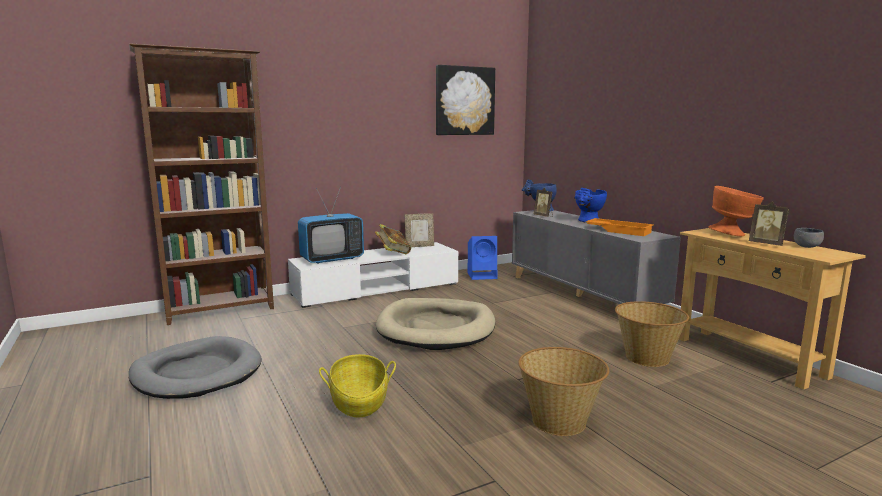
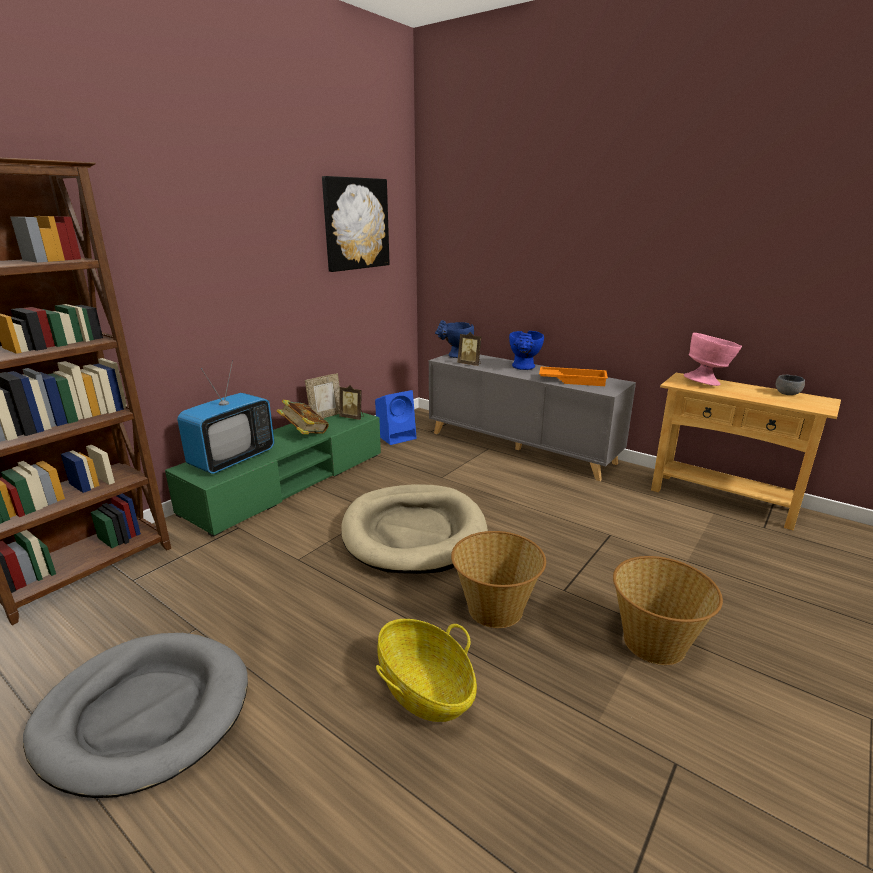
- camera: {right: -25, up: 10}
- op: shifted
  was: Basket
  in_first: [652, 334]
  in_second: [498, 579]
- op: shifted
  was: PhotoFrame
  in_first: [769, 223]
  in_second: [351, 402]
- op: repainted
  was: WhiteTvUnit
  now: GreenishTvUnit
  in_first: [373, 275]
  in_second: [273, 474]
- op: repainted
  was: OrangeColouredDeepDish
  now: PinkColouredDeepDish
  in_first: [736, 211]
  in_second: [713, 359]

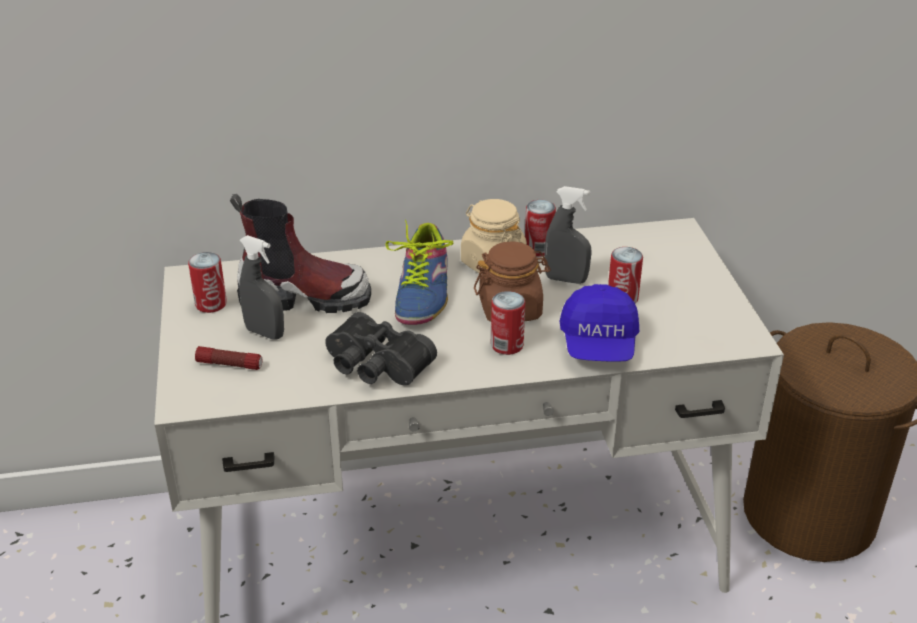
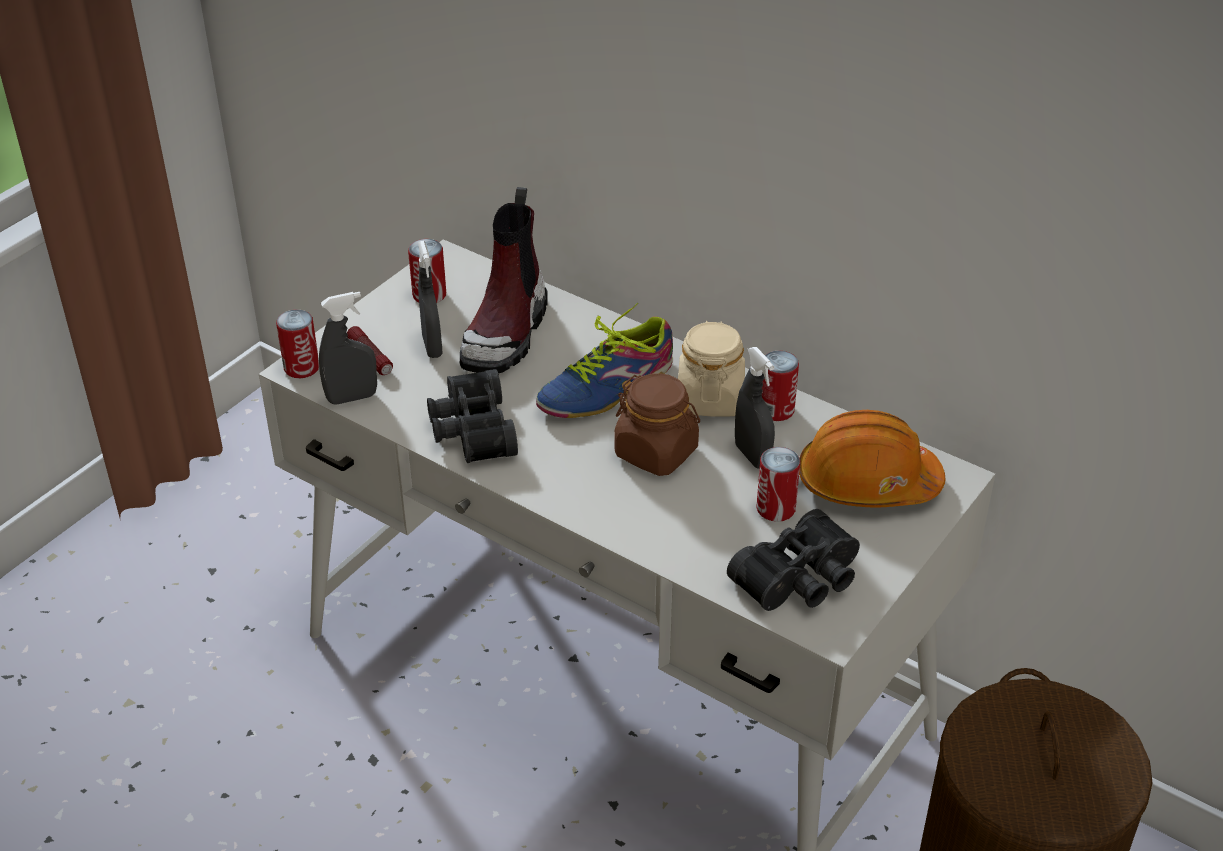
- camera: {right: 45, up: 5}
- op: gone
  was: BlueBaseballCap
  in_first: [599, 323]
- op: new
  now: GrayHandSprayer
  in_second: [348, 348]
- op: new
  now: BlackBinoculars
  in_second: [793, 560]
- op: new
  now: OrangeColouredSafetyHelmet
  in_second: [872, 459]
- op: shifted
  was: Can
  in_first: [508, 323]
  in_second: [297, 344]
- op: rotated
  was: Boot
  in_first: [300, 253]
  in_second: [503, 280]
  clockwise: 60

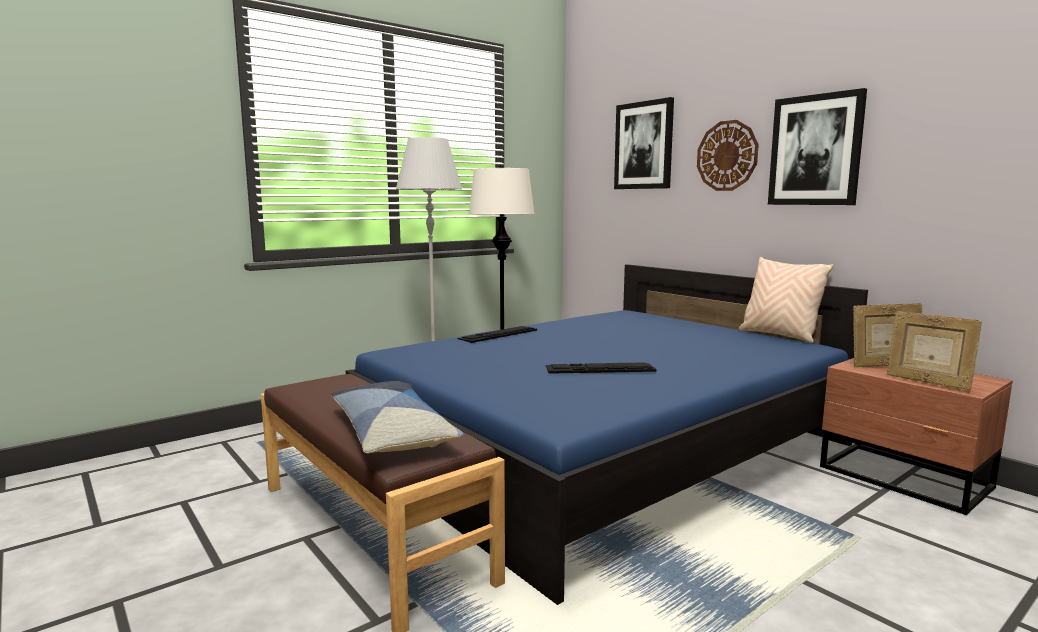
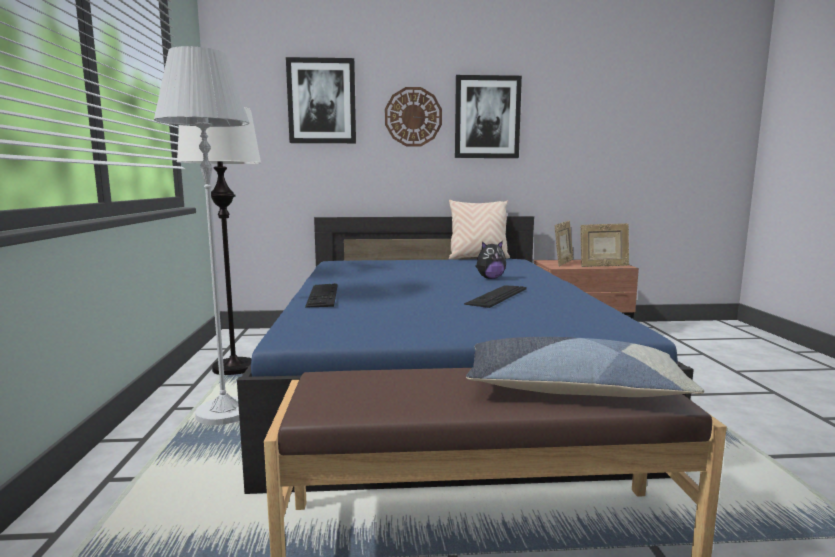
- camera: {right: -55, up: 0}
- op: new
  now: CuddlyToy
  in_second: [490, 260]

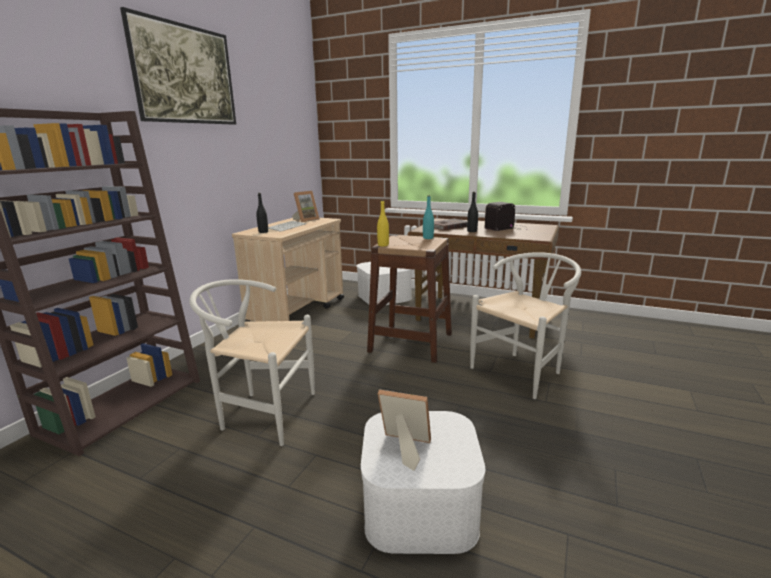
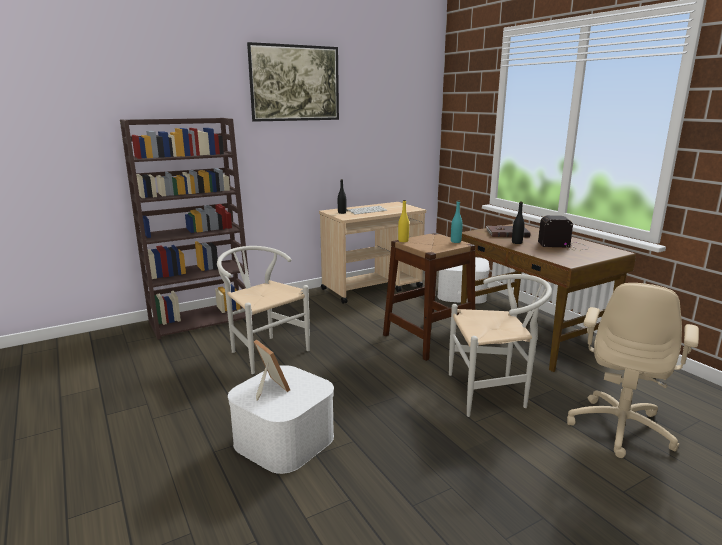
- camera: {right: 35, up: 0}
- op: gone
  was: PhotoFrame
  in_first: [306, 206]
- op: new
  now: SandColouredOfficeChair
  in_second: [633, 370]

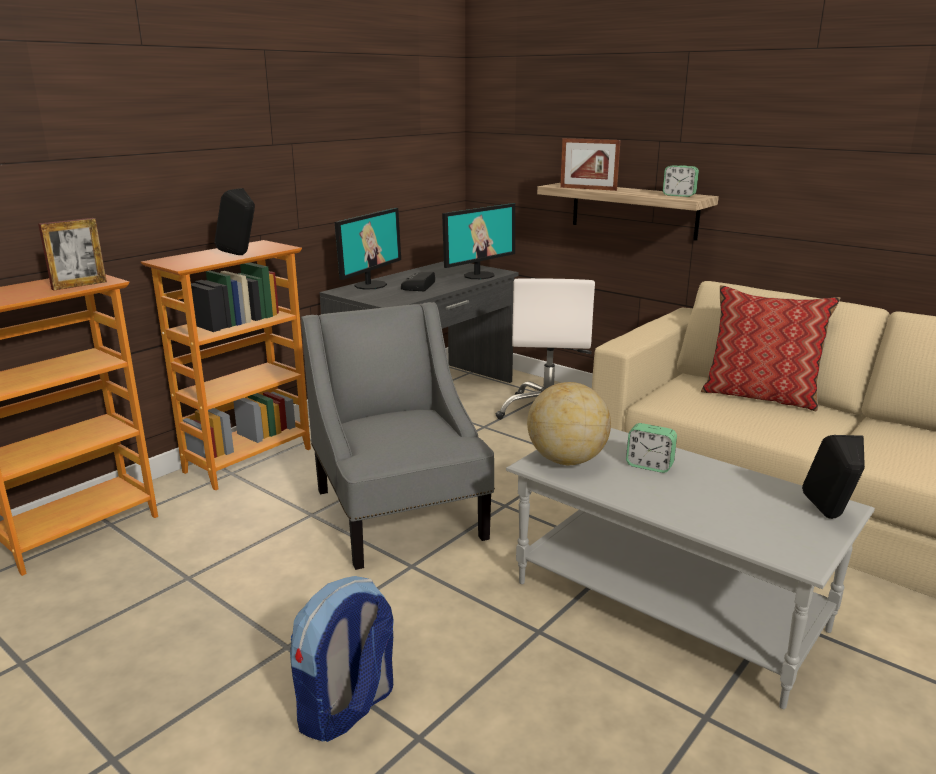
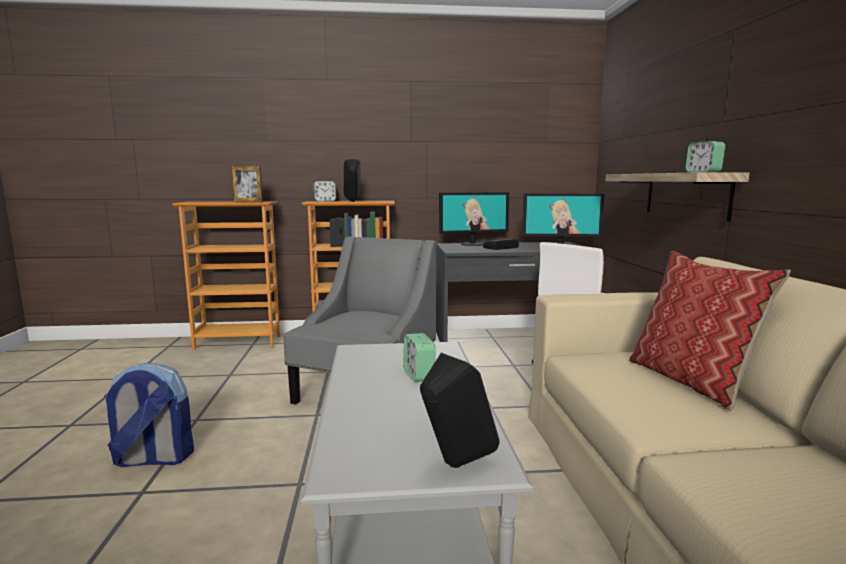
- camera: {right: 45, up: -10}
- op: gone
  was: WorldGlobe
  in_first: [569, 424]
- op: gone
  was: PhotoFrame
  in_first: [590, 164]
- op: new
  now: BedsideClock
  in_second: [324, 191]

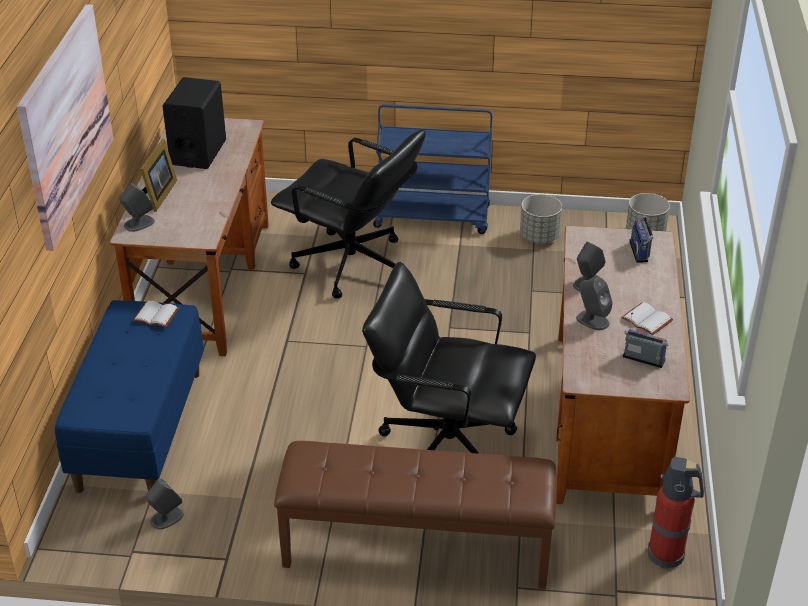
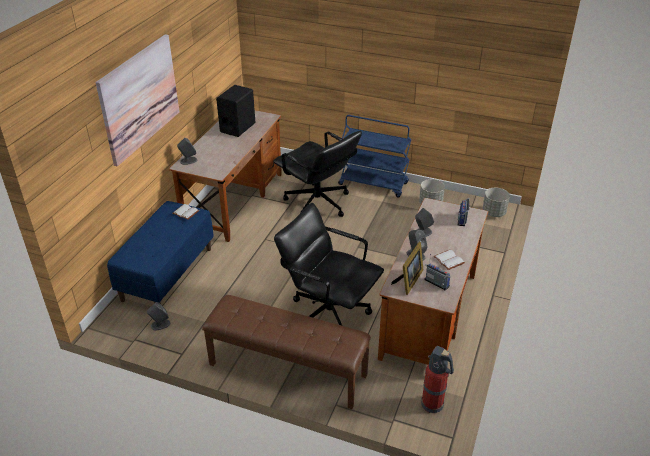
- camera: {right: 15, up: 0}
- op: shifted
  was: PhotoFrame
  in_first: [158, 175]
  in_second: [407, 268]

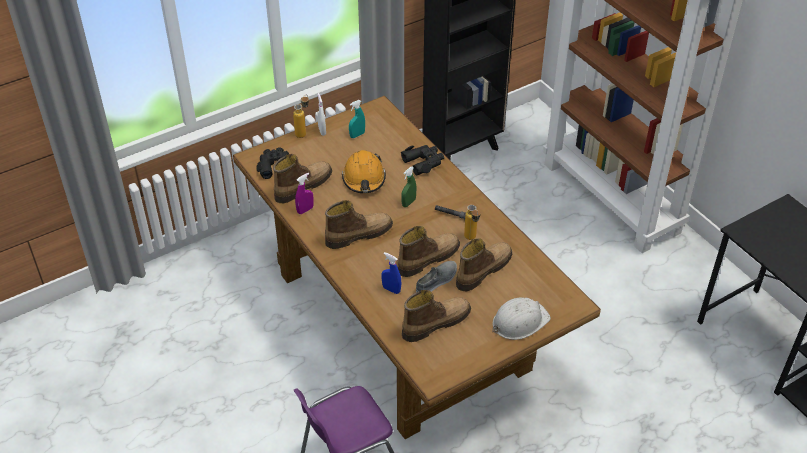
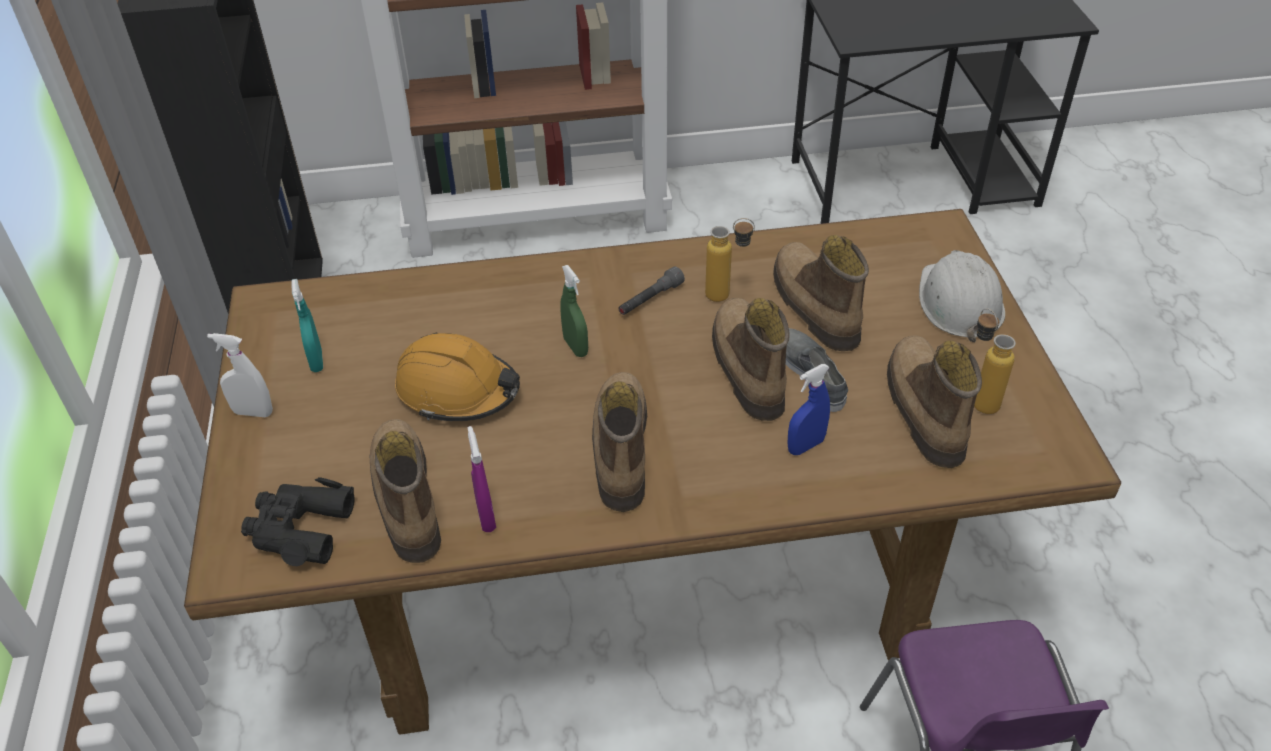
- camera: {right: -65, up: 0}
- op: gone
  was: BlackBinoculars
  in_first: [422, 160]
- op: shifted
  was: BeverageBottle
  in_first: [301, 116]
  in_second: [995, 361]

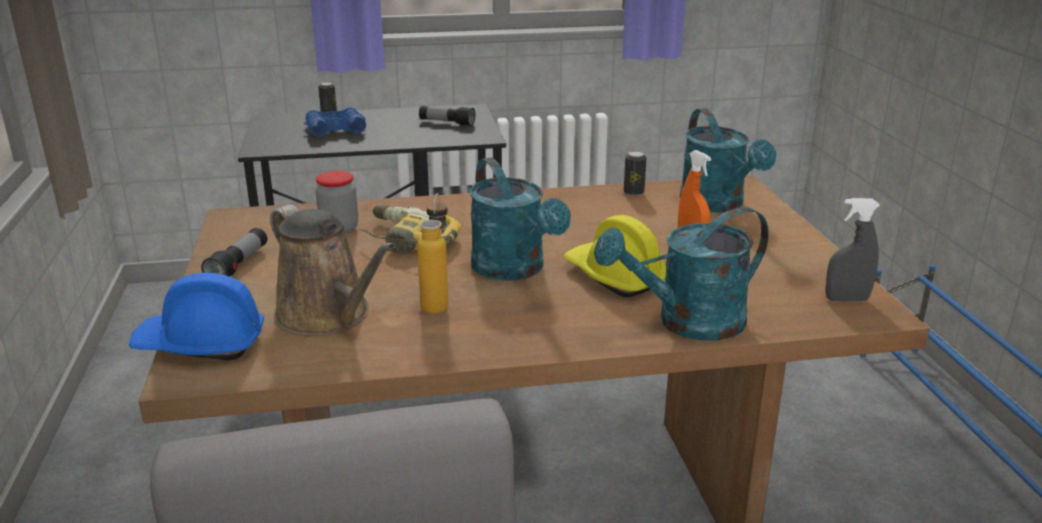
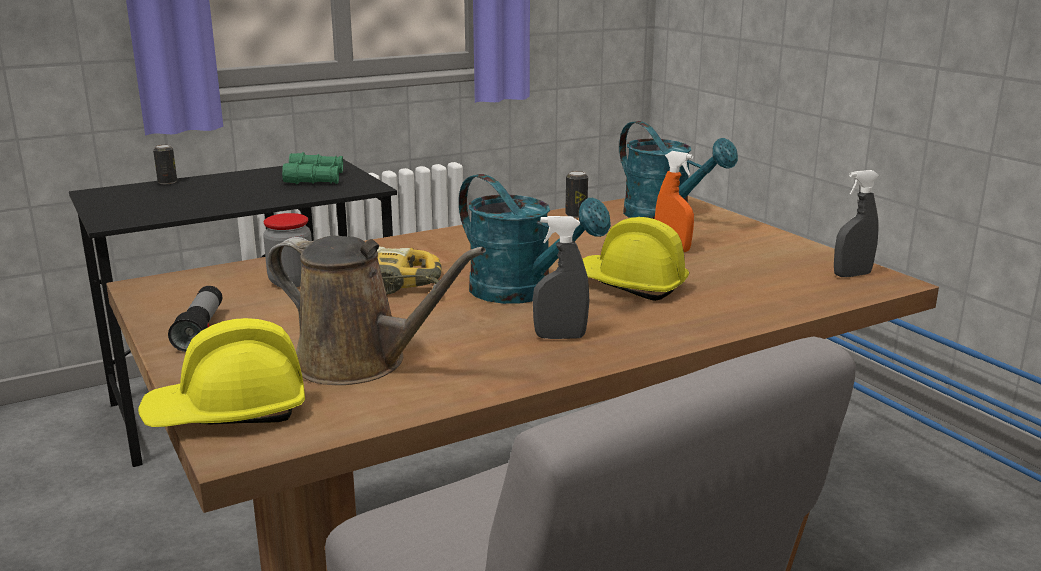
- camera: {right: -20, up: -5}
- op: gone
  was: BlueBinoculars
  in_first: [335, 122]
- op: gone
  was: BeverageBottle
  in_first: [433, 253]
- op: gone
  was: TurquoiseColouredSprinklingCan
  in_first: [681, 274]
- op: new
  now: GrayHandSprayer
  in_second: [561, 277]
- op: swapped
  was: HandTorch
  now: GreenishBinoculars
  in_first: [447, 116]
  in_second: [312, 168]
- op: repainted
  was: BlueSafetyHelmet
  now: YellowishSafetyHelmet
  in_first: [196, 316]
  in_second: [221, 372]

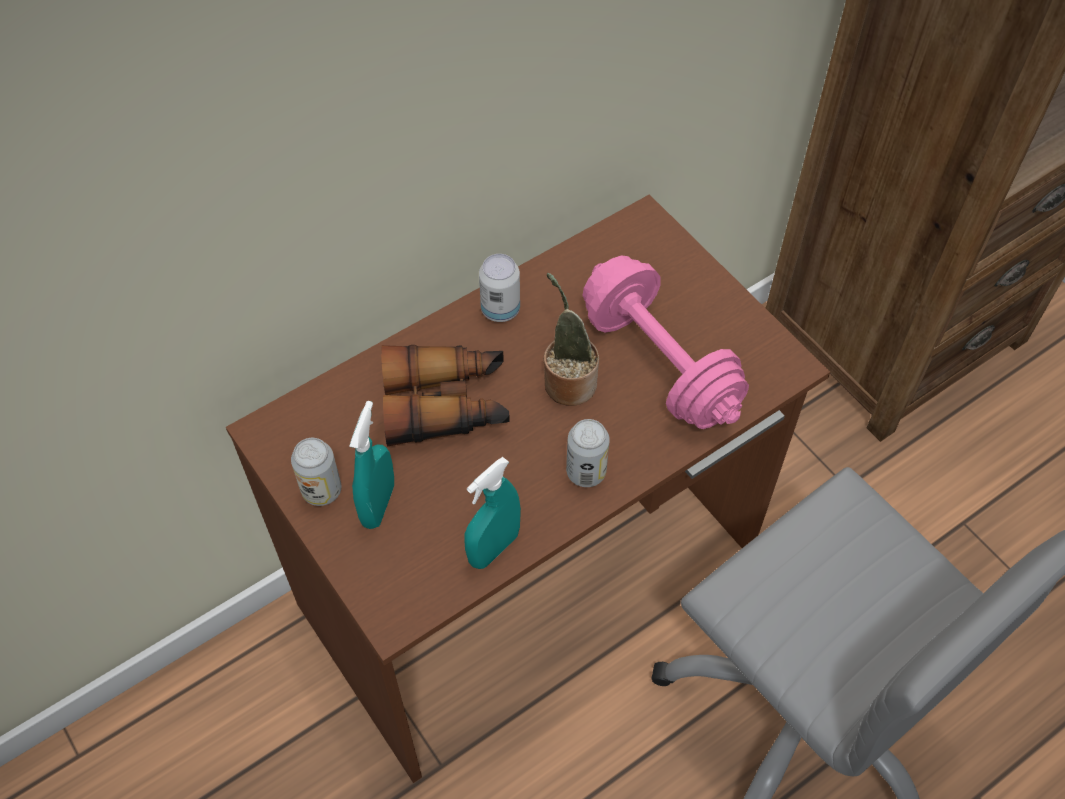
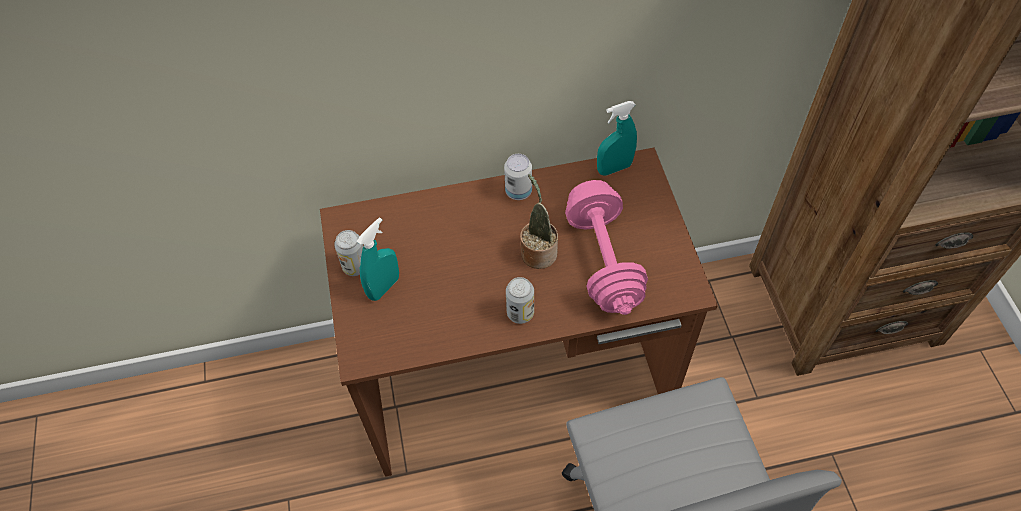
- camera: {right: 25, up: 0}
- op: gone
  was: Binoculars
  in_first: [445, 395]
- op: shifted
  was: TurquoiseColouredHandSprayer
  in_first: [492, 513]
  in_second: [617, 138]

